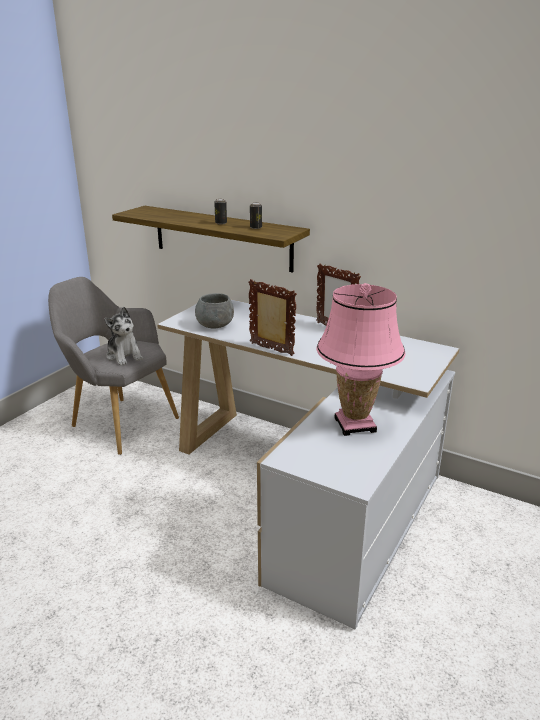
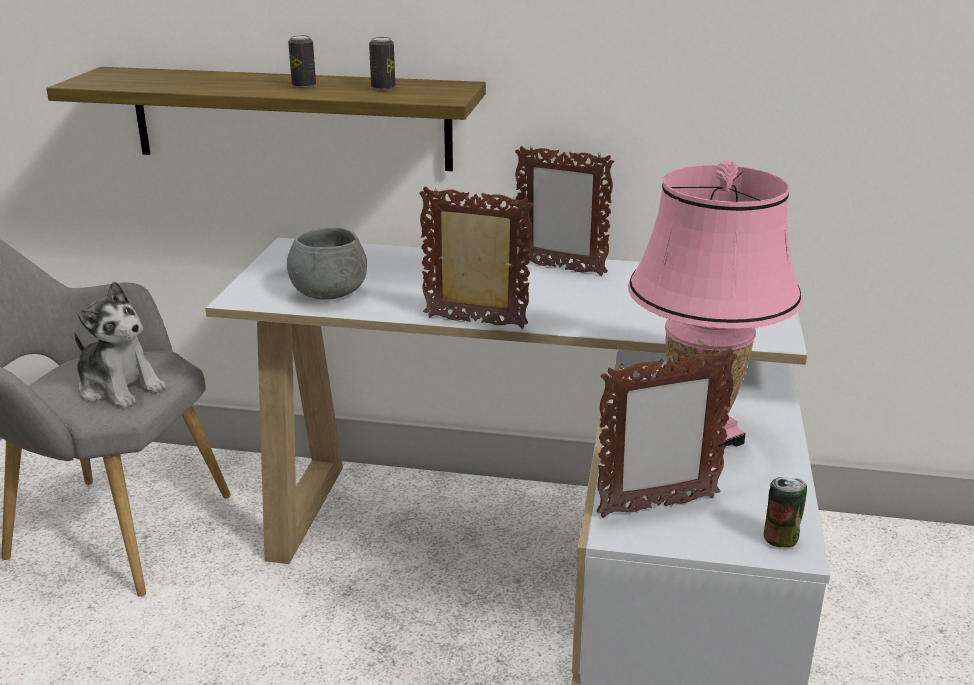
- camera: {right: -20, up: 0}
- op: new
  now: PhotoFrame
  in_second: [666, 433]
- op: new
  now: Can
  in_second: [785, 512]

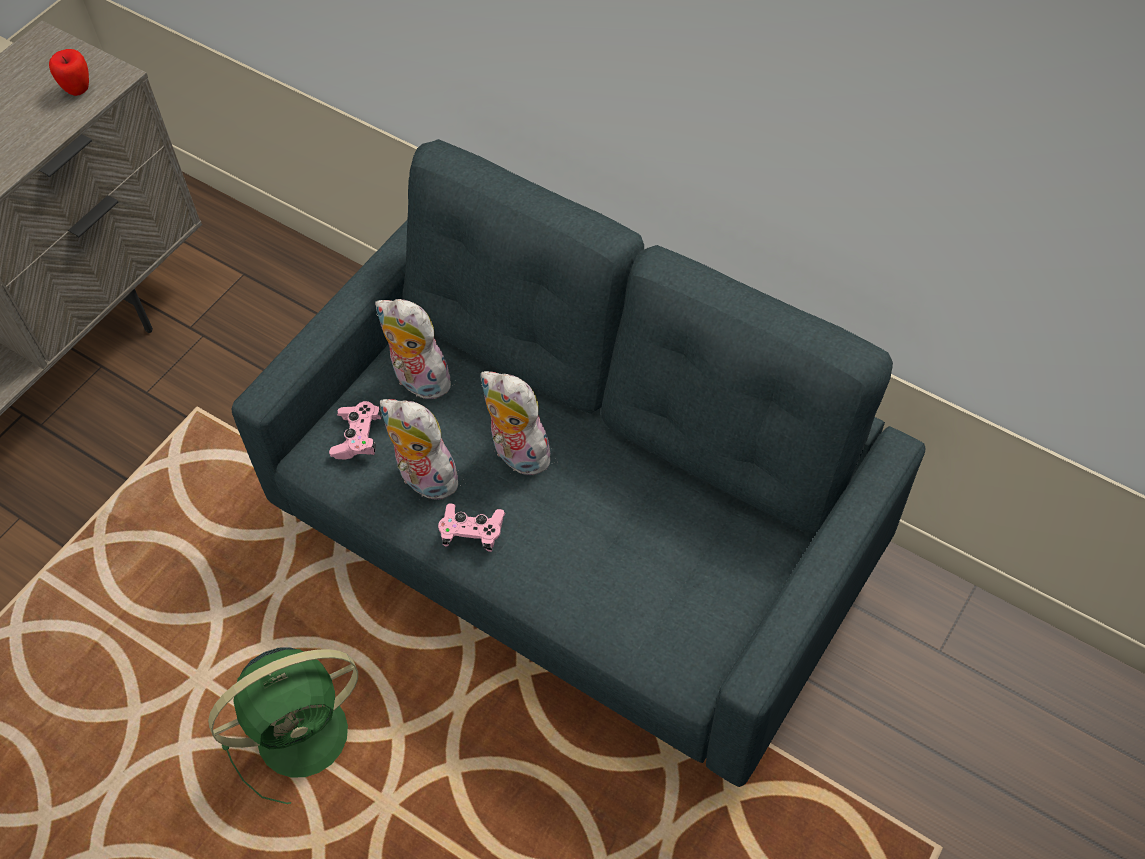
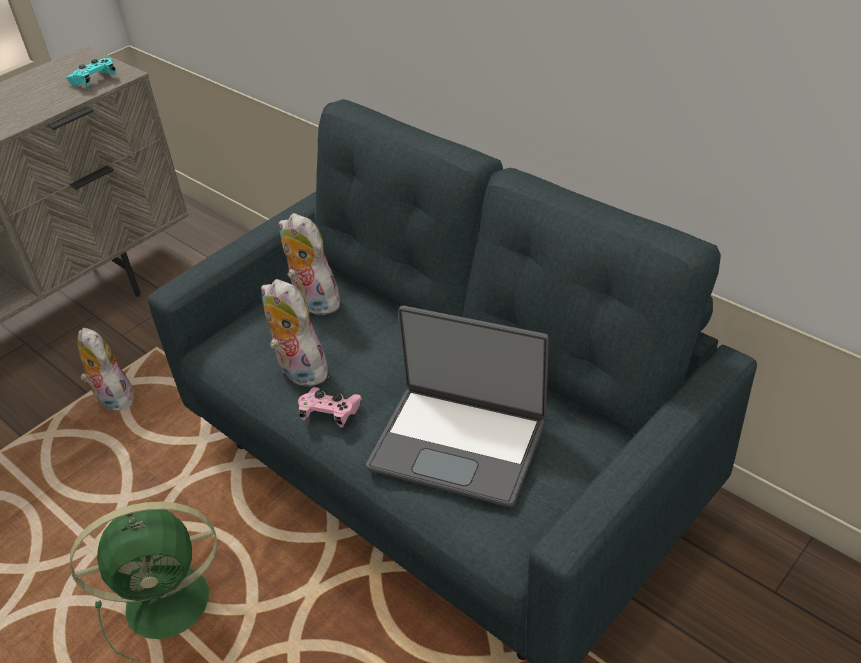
- camera: {right: 10, up: -15}
- op: gone
  was: PinkColouredJoypad
  in_first: [355, 430]
- op: new
  now: NotebookComputer
  in_second: [457, 406]
- op: shifted
  was: CuddlyToy
  in_first: [519, 423]
  in_second: [107, 369]
- op: swapped
  was: AppleFruit
  now: TurquoiseColouredJoypad
  in_first: [69, 72]
  in_second: [91, 72]

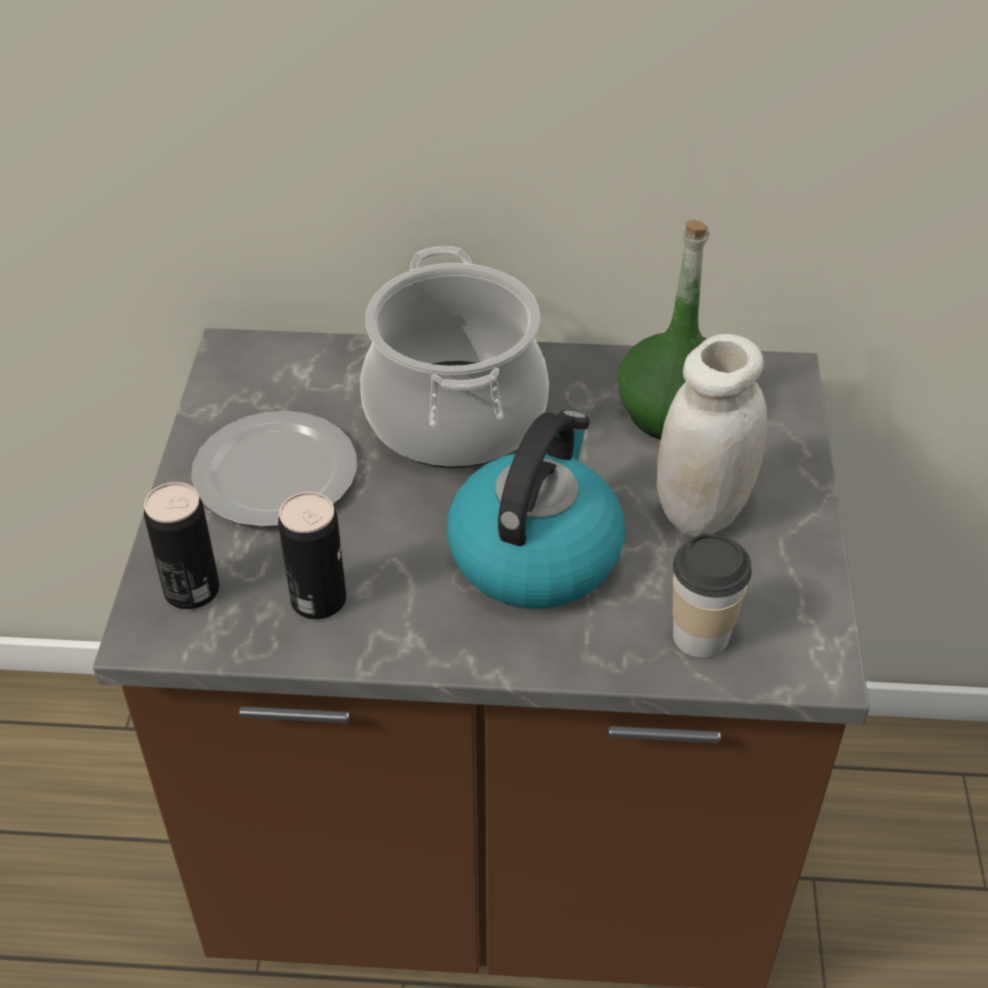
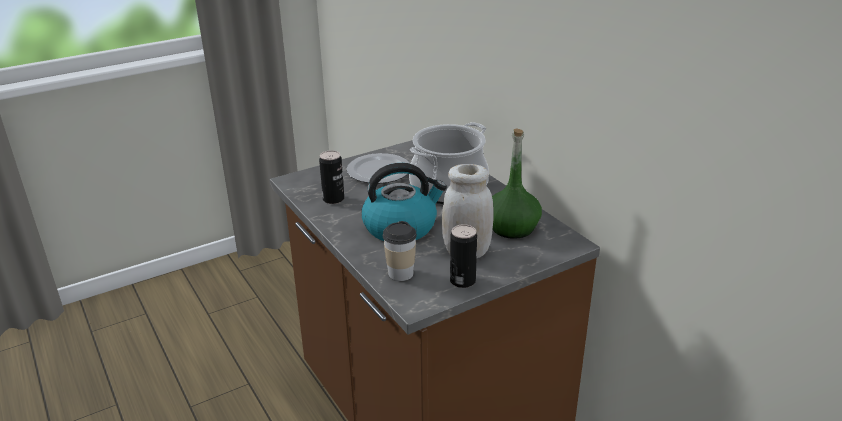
- camera: {right: 55, up: -15}
- op: shifted
  was: Can
  in_first: [182, 545]
  in_second: [463, 256]

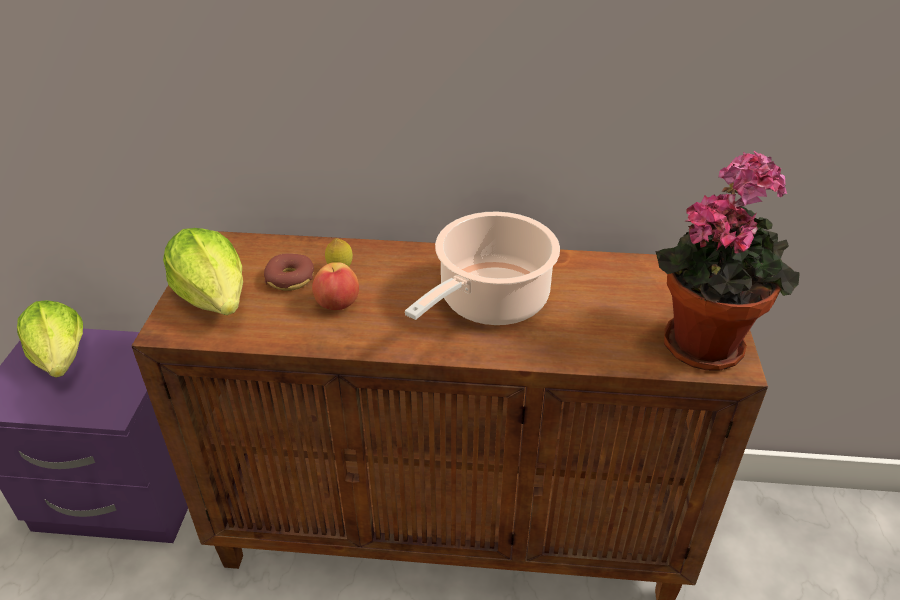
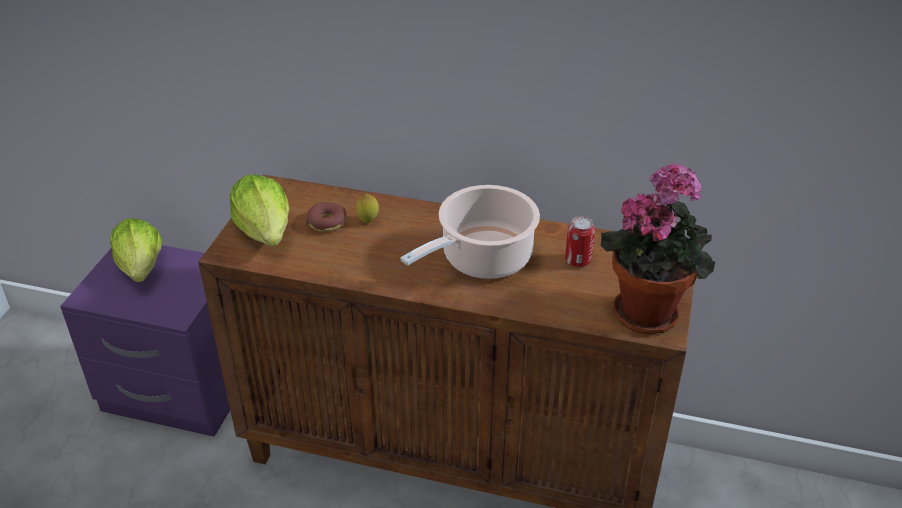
- camera: {right: 10, up: 0}
- op: gone
  was: AppleFruit
  in_first: [335, 286]
- op: new
  now: Can
  in_second: [580, 241]

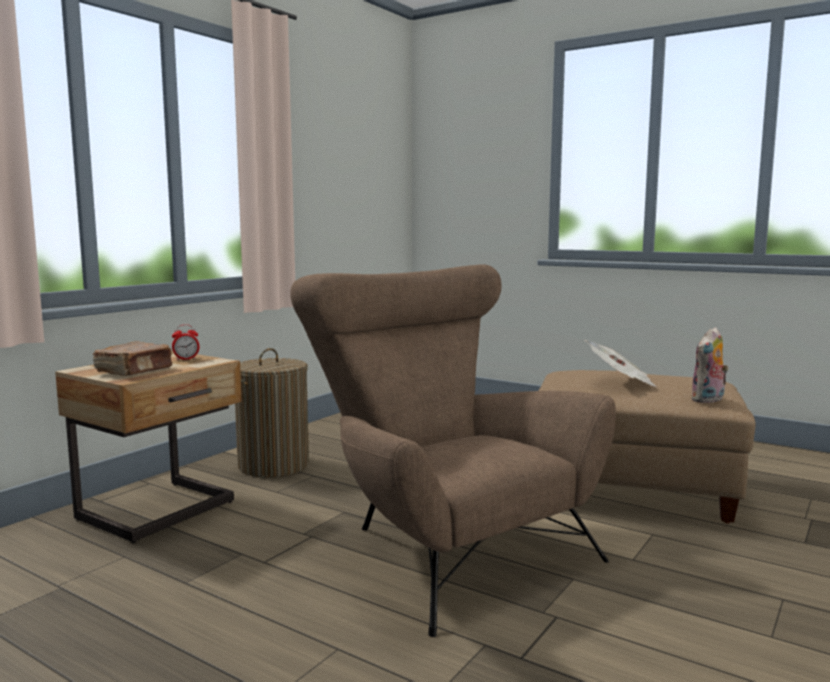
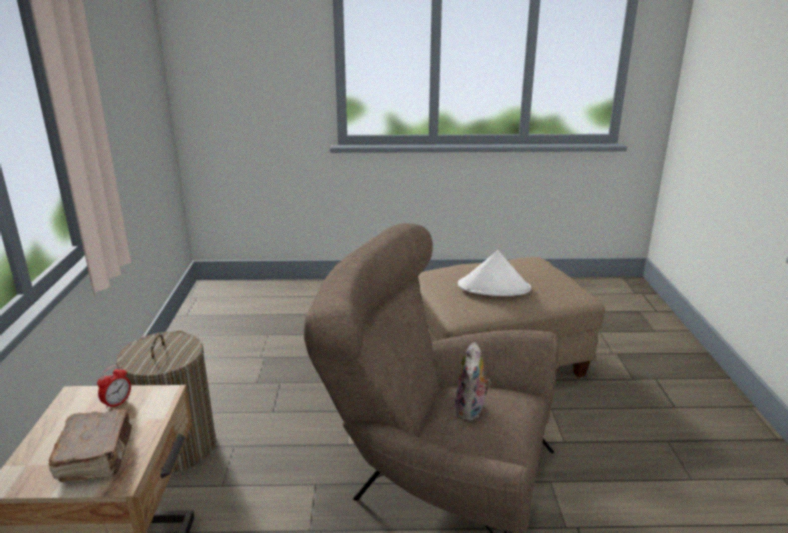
- camera: {right: -35, up: 15}
- op: shifted
  was: CuddlyToy
  in_first: [710, 365]
  in_second: [472, 381]
- op: swapped
  was: Newspaper
  now: WhiteHat
  in_first: [620, 363]
  in_second: [494, 273]

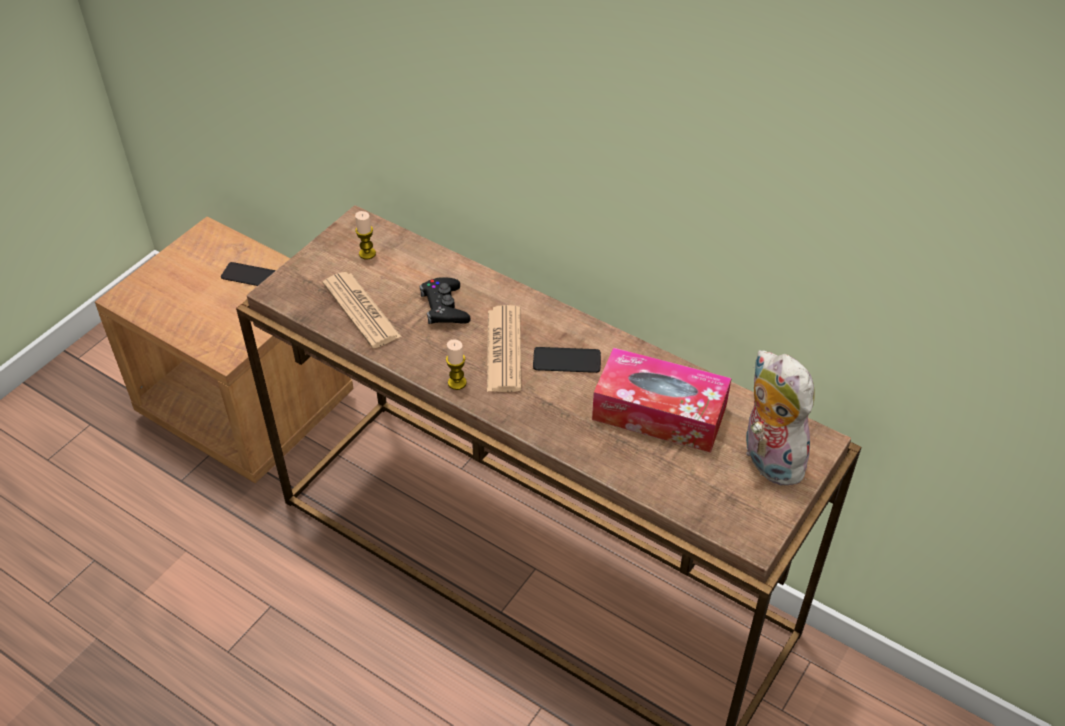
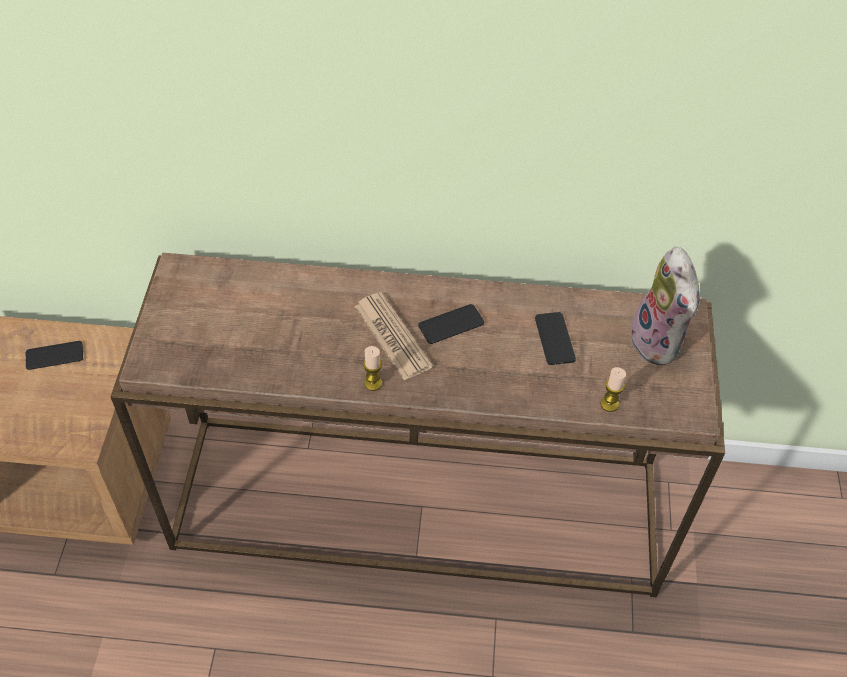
- camera: {right: -30, up: 5}
- op: gone
  was: Newspaper
  in_first: [362, 310]
- op: gone
  was: BlackJoypad
  in_first: [445, 300]
- op: shifted
  was: Candle
  in_first: [365, 235]
  in_second: [613, 389]
- op: swapped
  was: BoxOfTissues
  now: Telephone
  in_first: [662, 400]
  in_second: [555, 338]
- op: rotated
  was: CuddlyToy
  in_first: [779, 418]
  in_second: [663, 306]
  clockwise: -135

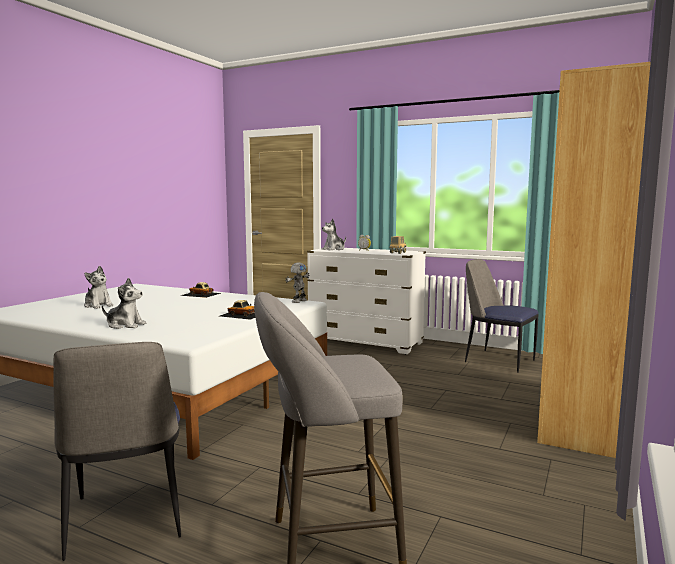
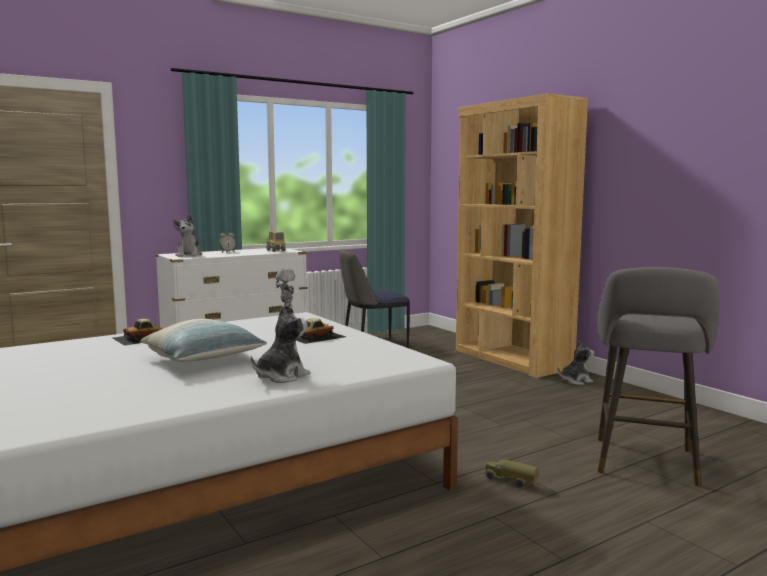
- camera: {right: -60, up: 0}
- op: gone
  was: PlainChair
  in_first: [117, 451]
- op: new
  now: ThrowPillow
  in_second: [203, 340]
- op: new
  now: ToyLorry
  in_second: [511, 473]
- op: shifted
  was: CuddlyToy
  in_first: [99, 287]
  in_second: [576, 362]

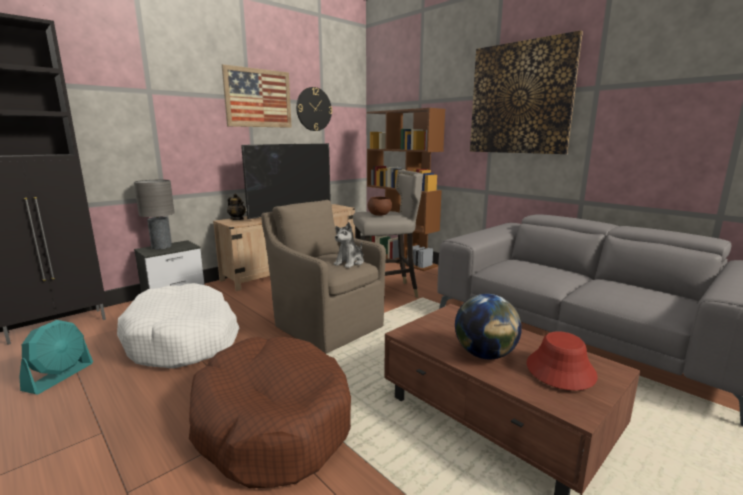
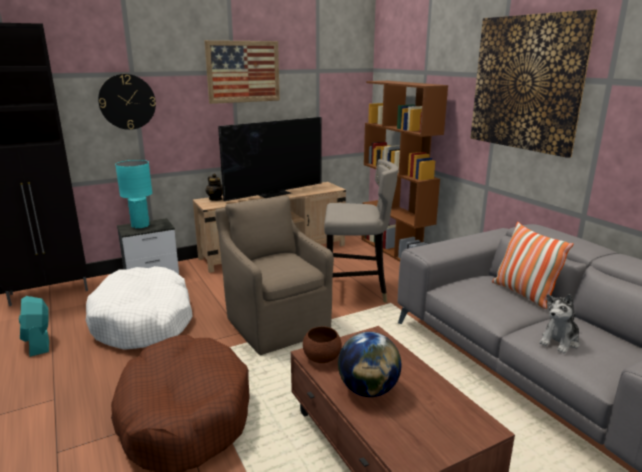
- camera: {right: 15, up: 5}
- op: gone
  was: RedColouredHat
  in_first: [562, 360]
- op: new
  now: ThrowPillow
  in_second: [532, 265]
- op: shifted
  was: HangingClock
  in_first: [314, 109]
  in_second: [127, 102]
- op: shifted
  was: CuddlyToy
  in_first: [349, 245]
  in_second: [559, 324]
- op: shifted
  was: BrownColouredDeepDish
  in_first: [380, 206]
  in_second: [322, 344]
- op: repainted
  was: GrayLampForATable
  now: TurquoiseColouredLampForATable
  in_first: [154, 215]
  in_second: [133, 194]
- op: rotated
  was: TurquoiseColouredCoolingFan
  in_first: [56, 357]
  in_second: [34, 326]
  clockwise: 120

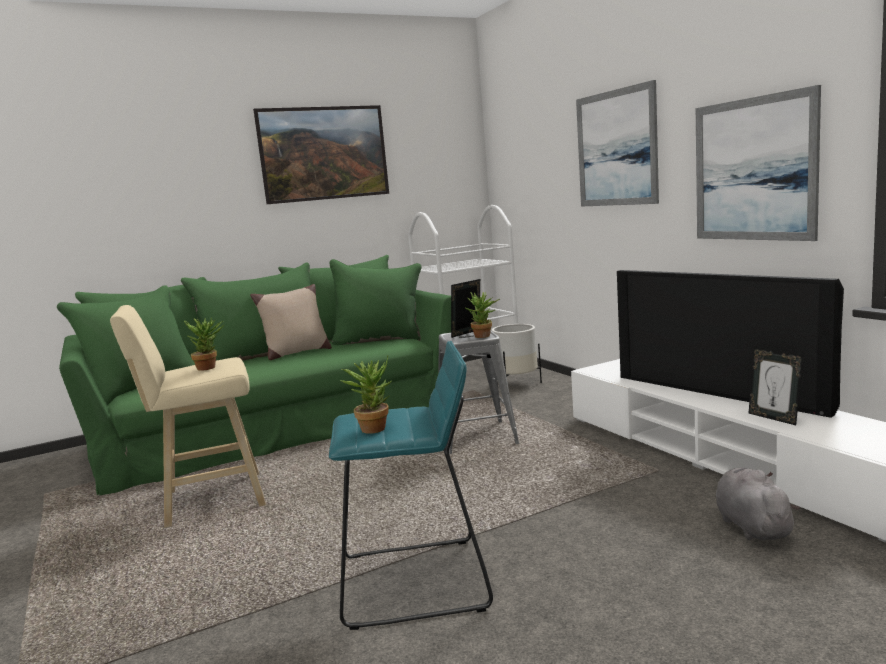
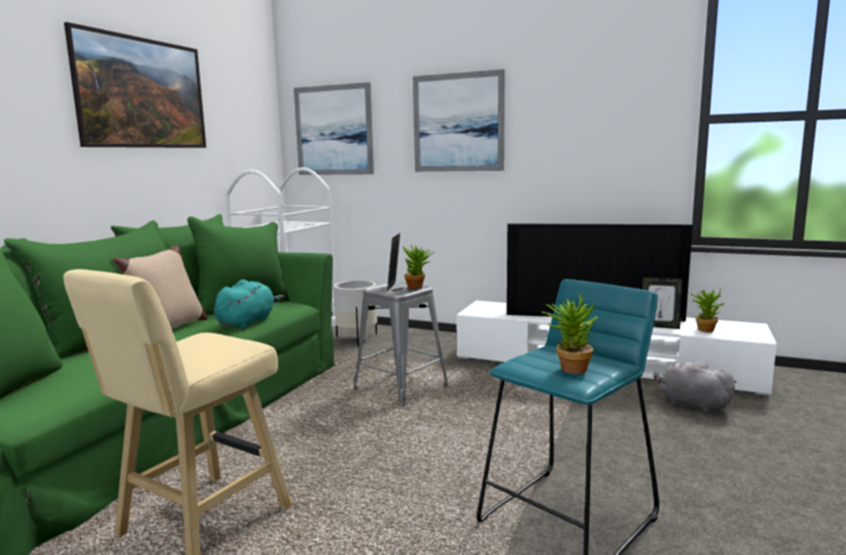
- camera: {right: -40, up: 0}
- op: new
  now: TurquoiseColouredCuddlyToy
  in_second: [249, 304]
- op: shifted
  was: PottedPlant
  in_first: [204, 344]
  in_second: [707, 310]
- op: shifted
  was: Picture
  in_first: [758, 163]
  in_second: [334, 128]

